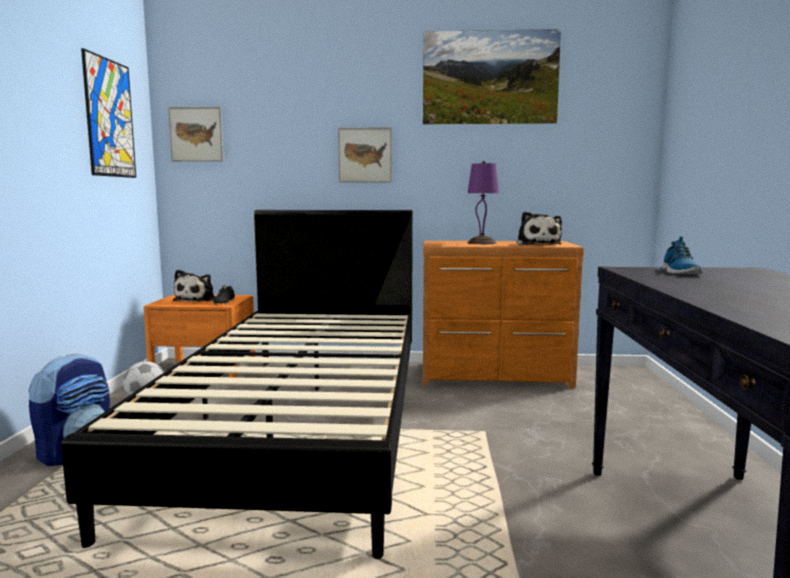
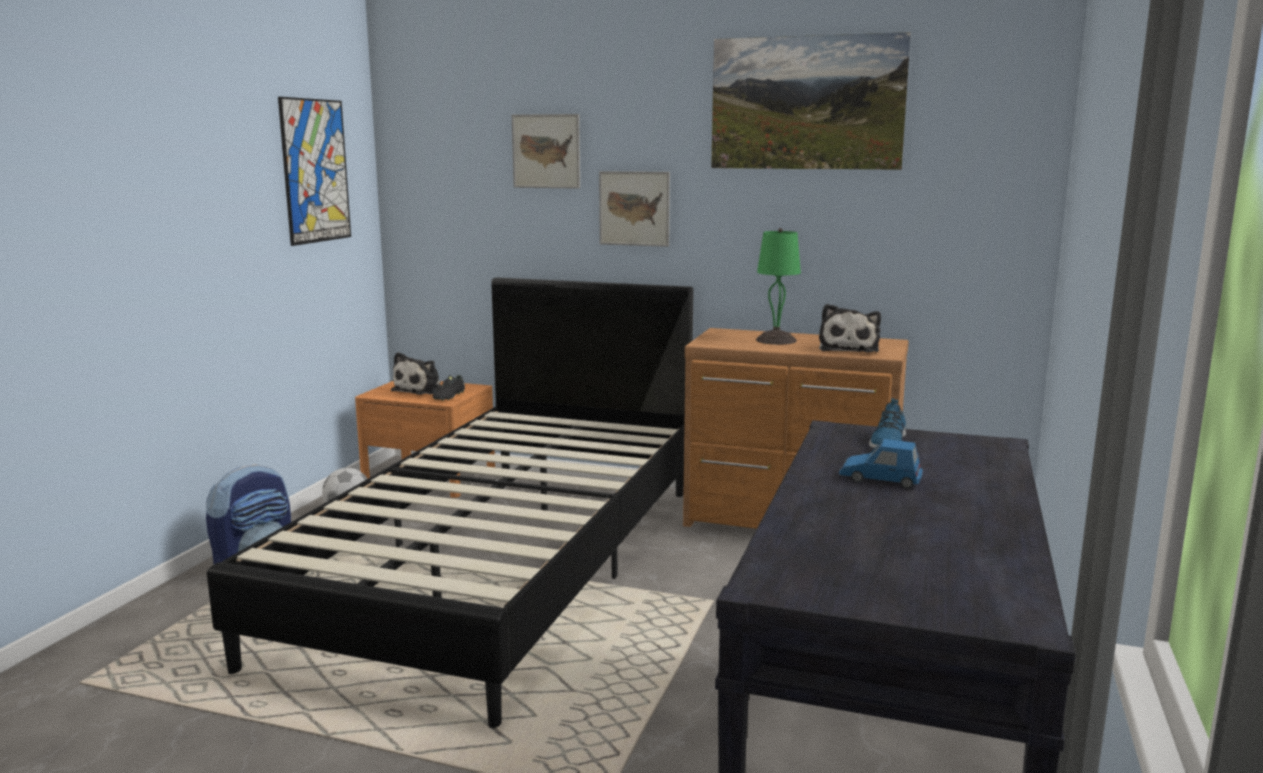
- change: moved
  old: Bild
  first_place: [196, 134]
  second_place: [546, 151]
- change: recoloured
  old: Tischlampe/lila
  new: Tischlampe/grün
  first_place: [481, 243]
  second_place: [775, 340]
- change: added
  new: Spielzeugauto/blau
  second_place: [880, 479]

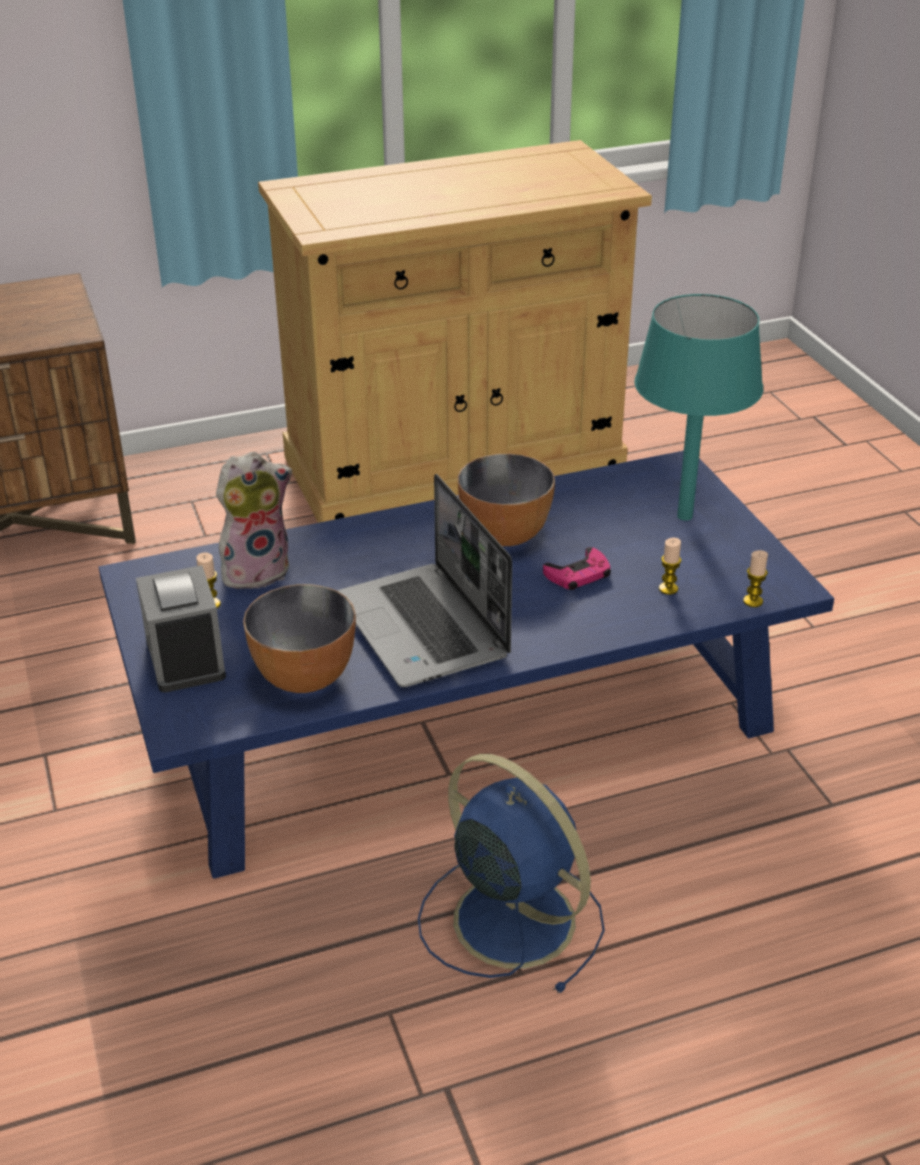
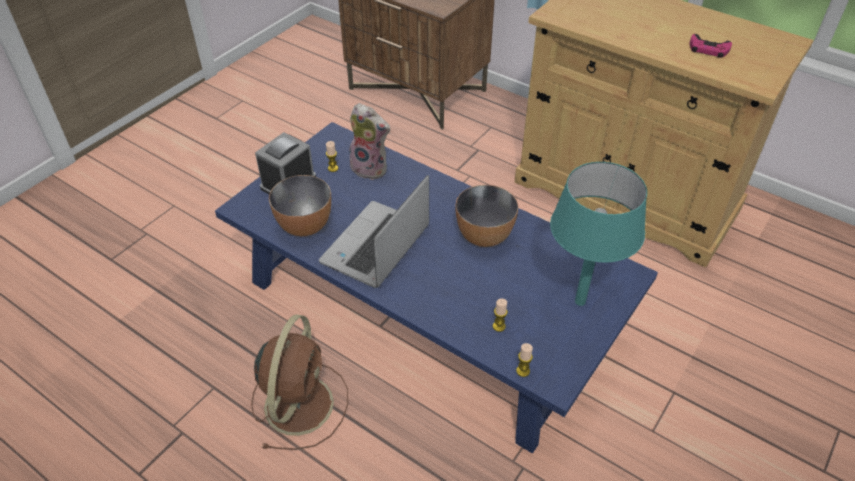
- change: moved
  old: Gamepad/rosa
  first_place: [578, 574]
  second_place: [708, 49]
- change: recoloured
  old: Ventilator/blau
  new: Ventilator/braun
  first_place: [510, 917]
  second_place: [300, 402]

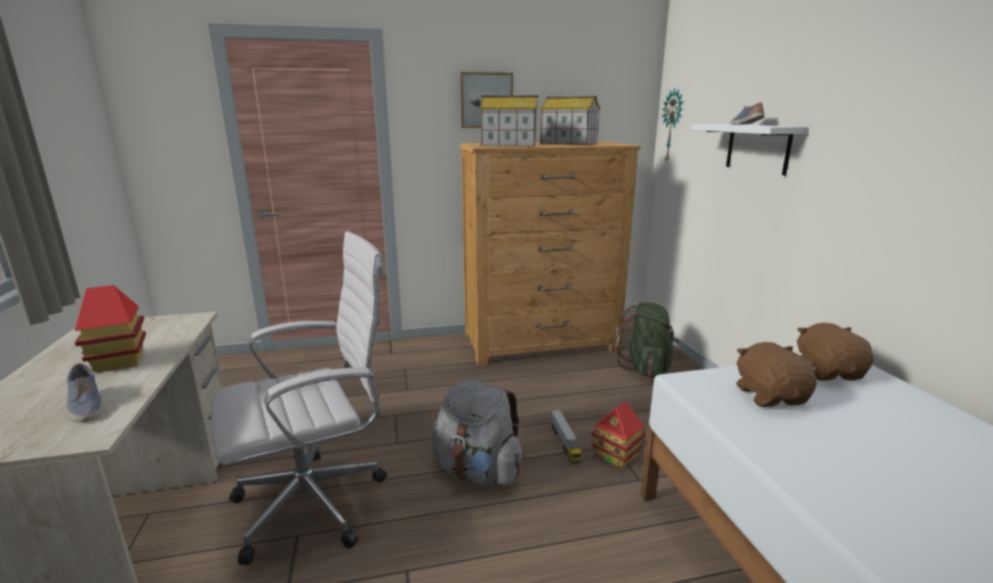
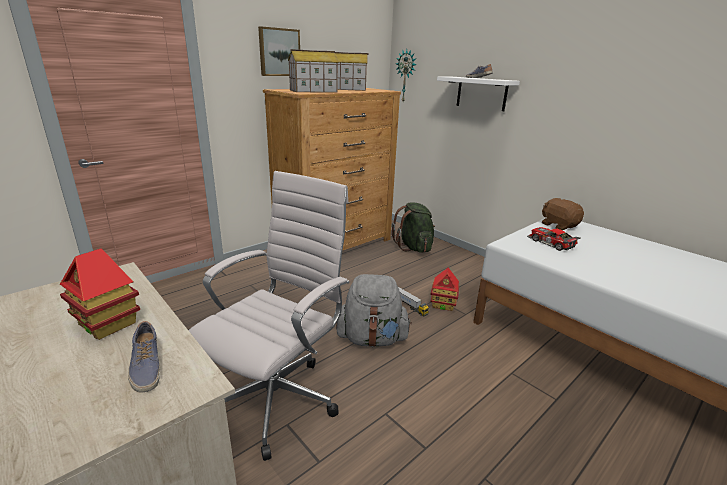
- change: replaced
  old: Plüschtier/braun
  new: Spielzeugauto
  first_place: [770, 396]
  second_place: [550, 243]
- change: turned
  old: Schuh
  first_place: [85, 406]
  second_place: [146, 367]
  degrees: 45

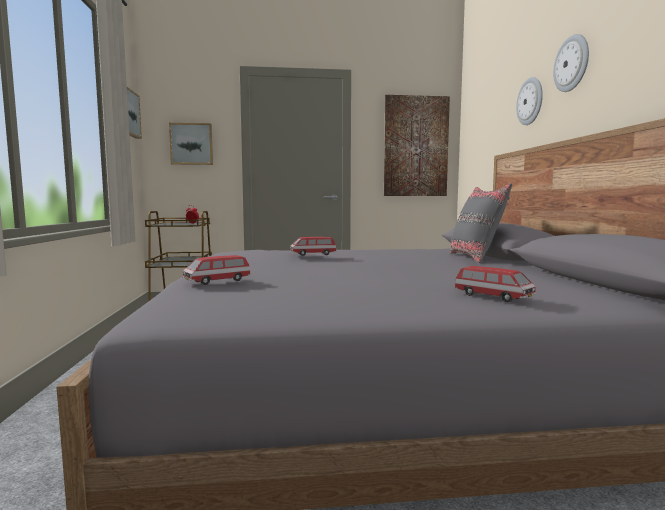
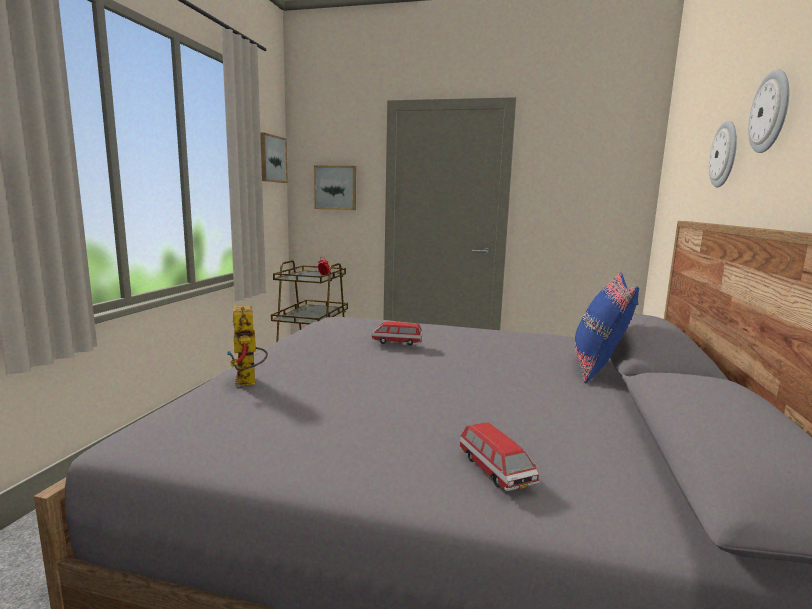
- change: removed
  old: Bild
  first_place: [415, 146]
- change: recoloured
  old: Kissen/grau
  new: Kissen/blau
  first_place: [476, 257]
  second_place: [598, 368]
- change: replaced
  old: Spielzeugauto
  new: Spielzeugroboter
  first_place: [217, 281]
  second_place: [248, 383]

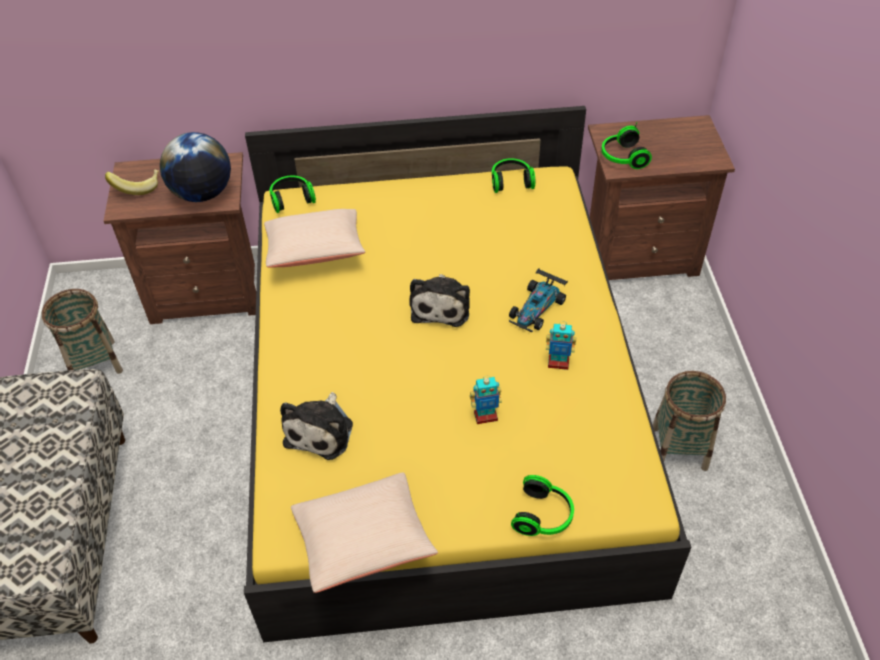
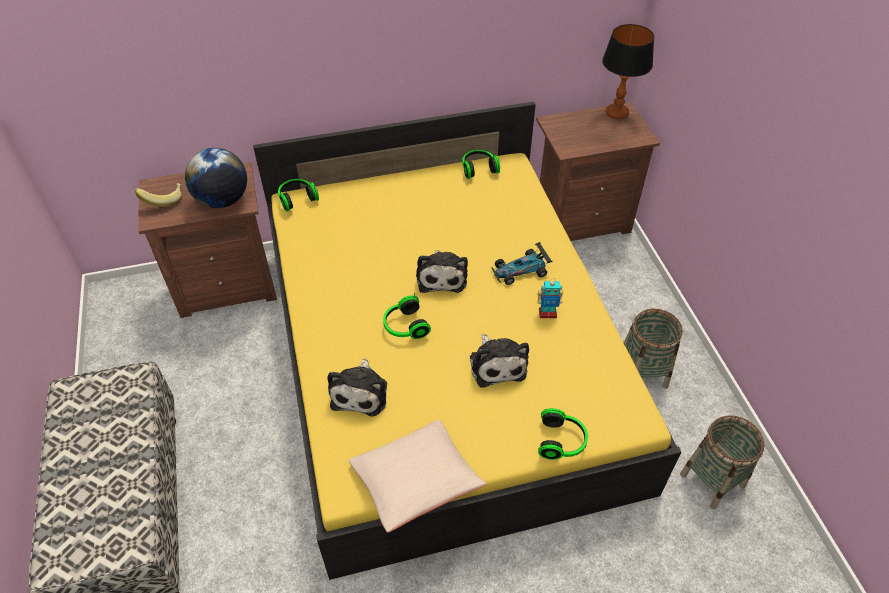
- change: moved
  old: Kopfhörer
  first_place: [622, 157]
  second_place: [404, 326]
- change: removed
  old: Kissen/beige
  first_place: [315, 251]
- change: turned
  old: Spielzeugauto
  first_place: [537, 308]
  second_place: [521, 270]
  degrees: 45
- change: moved
  old: Korb
  first_place: [95, 363]
  second_place: [712, 480]
- change: replaced
  old: Spielzeugroboter
  new: Plüschtier
  first_place: [485, 416]
  second_place: [497, 364]
- change: added
  new: Tischlampe
  second_place: [616, 113]

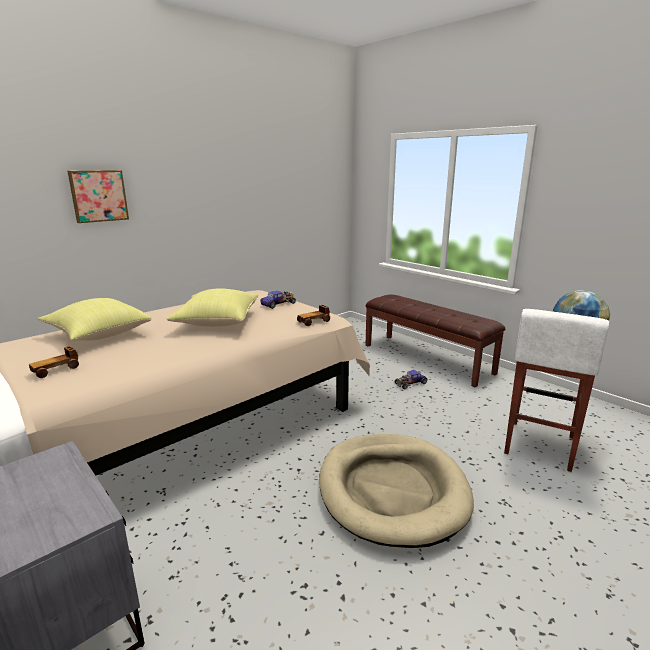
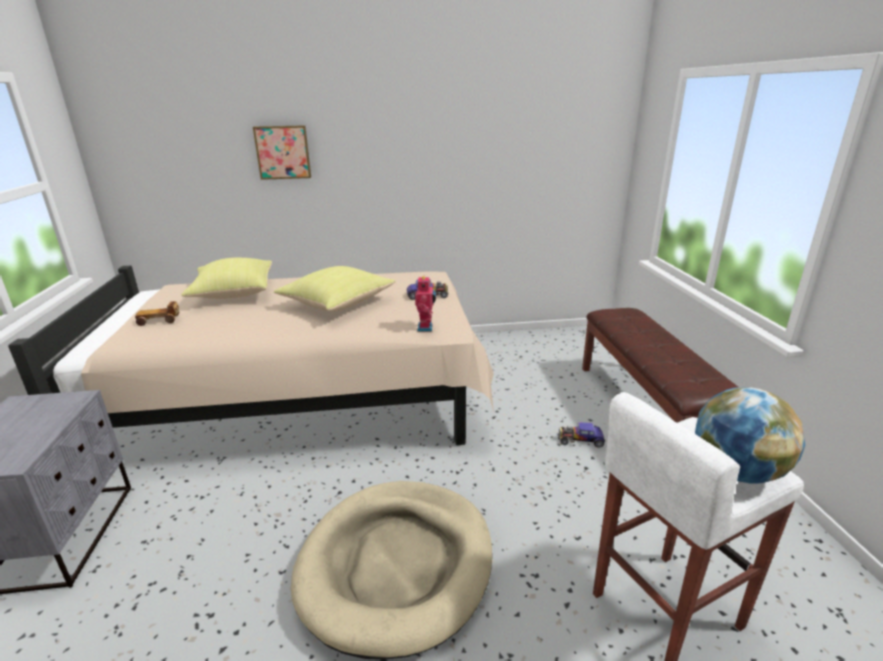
- change: replaced
  old: Spielzeugauto
  new: Spielzeugroboter
  first_place: [314, 321]
  second_place: [426, 328]

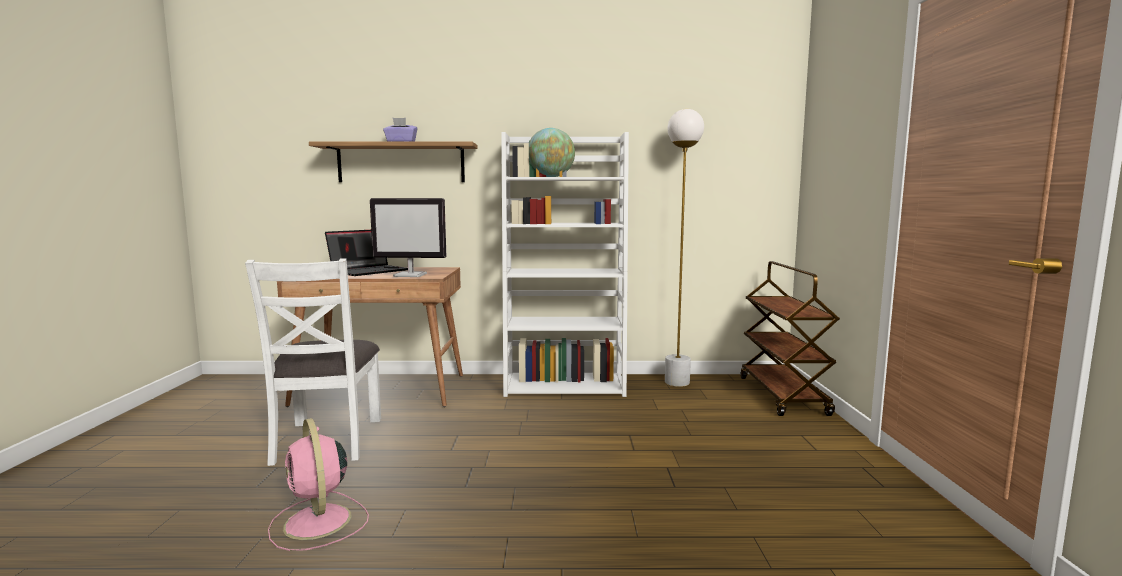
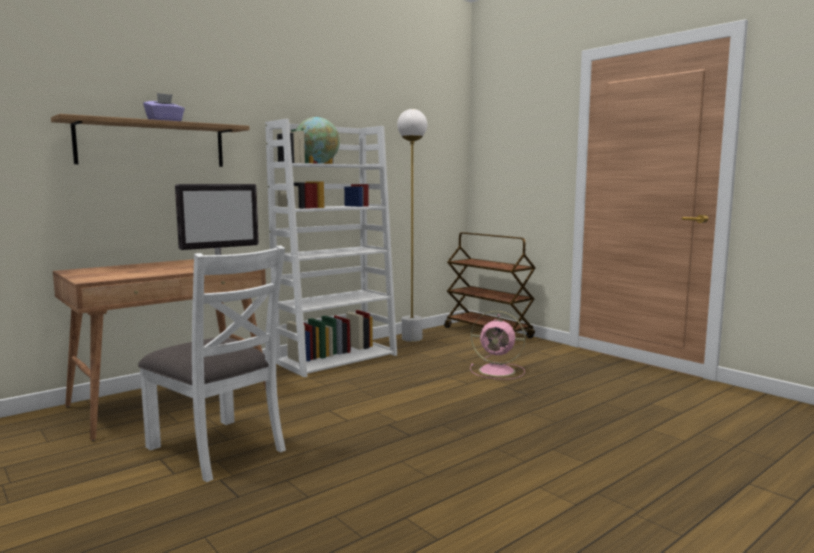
- change: removed
  old: Laptop
  first_place: [369, 271]
- change: moved
  old: Ventilator/rosa
  first_place: [318, 523]
  second_place: [498, 371]

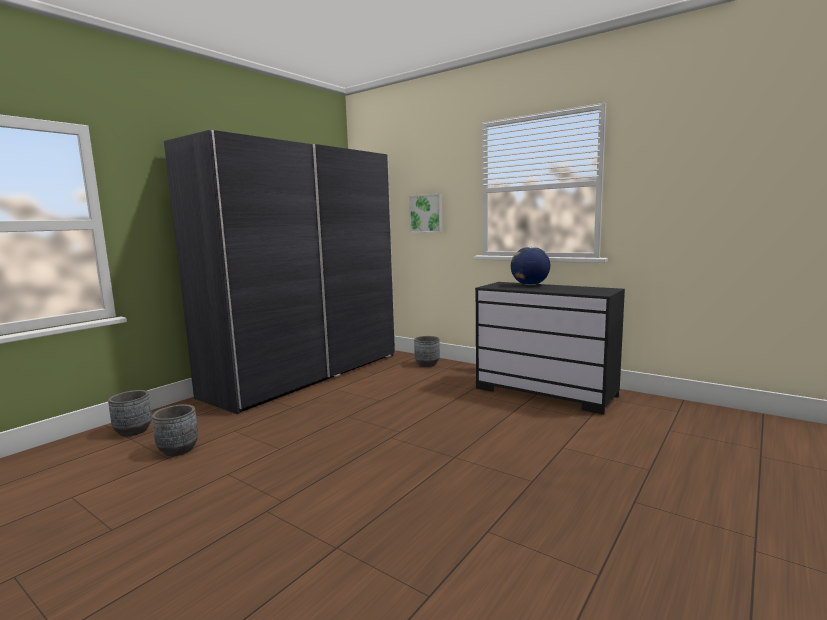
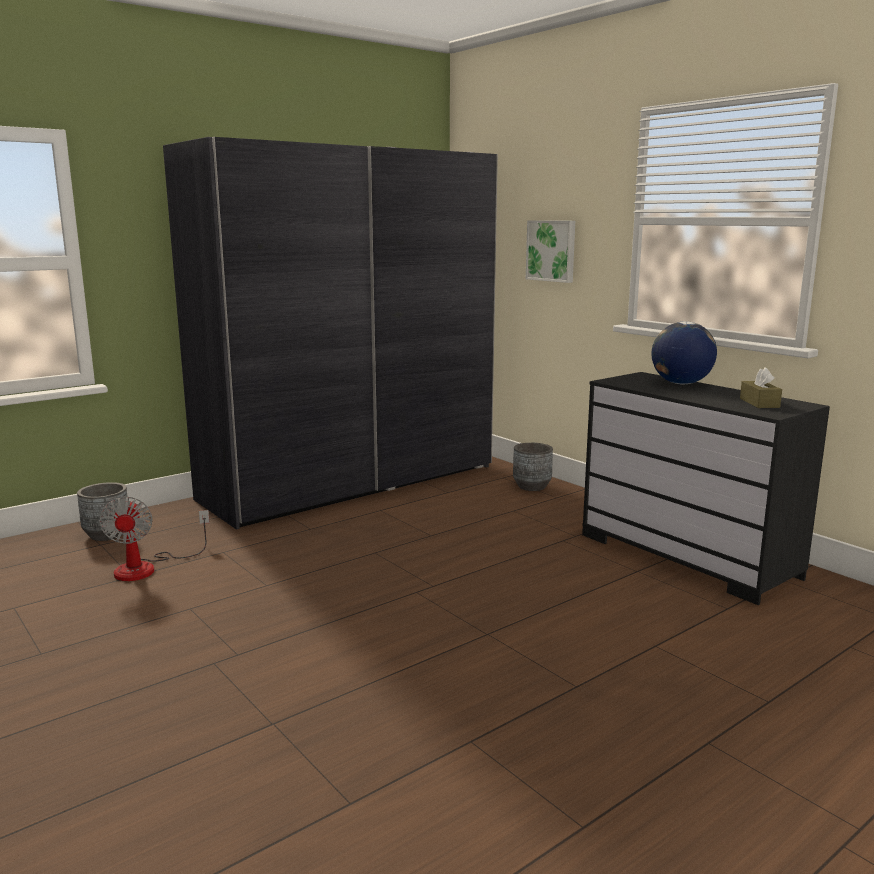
- change: replaced
  old: Pflanzkübel/grau
  new: Ventilator
  first_place: [178, 450]
  second_place: [147, 567]
- change: added
  new: Taschentuchbox/braun
  second_place: [759, 403]

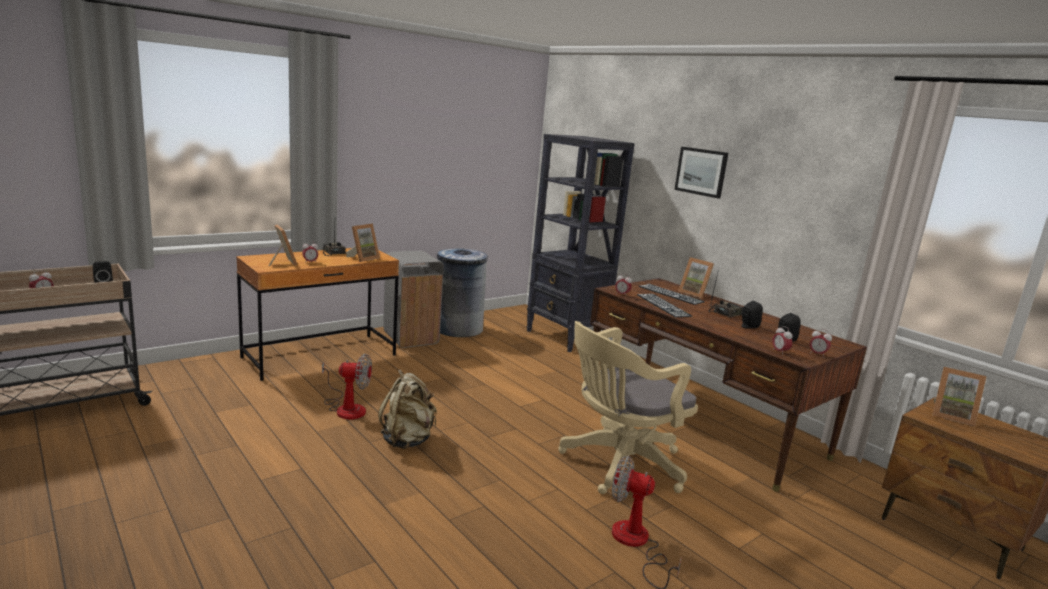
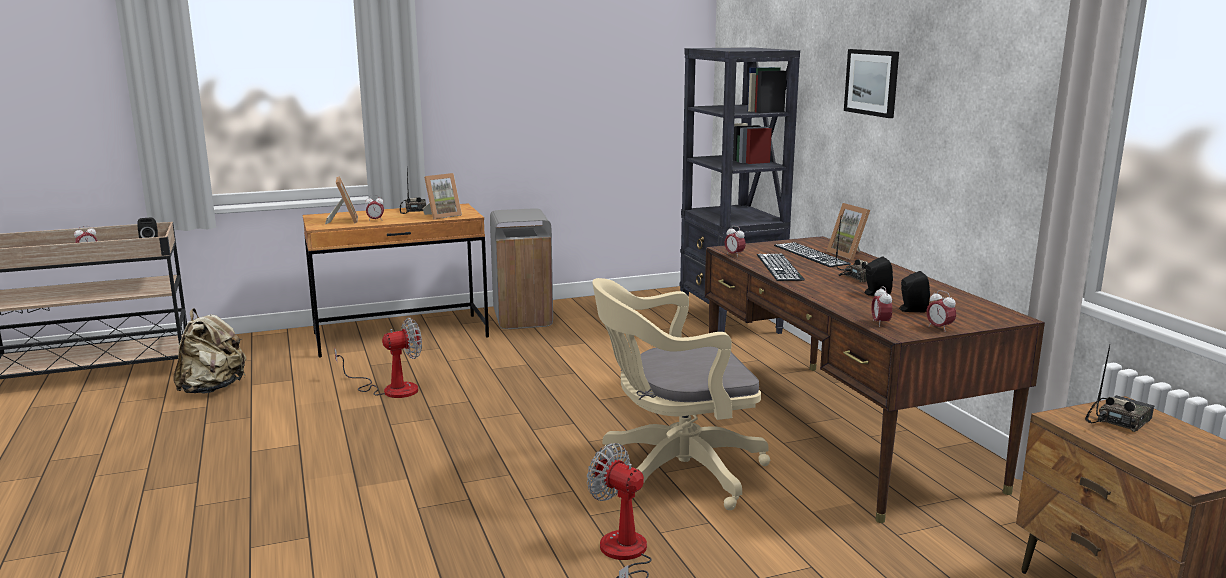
- change: removed
  old: Mülleimer/grau
  first_place: [458, 329]
- change: turned
  old: Ventilator
  first_place: [346, 408]
  second_place: [390, 389]
  degrees: -45
- change: replaced
  old: Bilderrahmen
  new: Radio
  first_place: [951, 416]
  second_place: [1118, 420]
- change: moved
  old: Rucksack/beige
  first_place: [407, 440]
  second_place: [212, 389]

